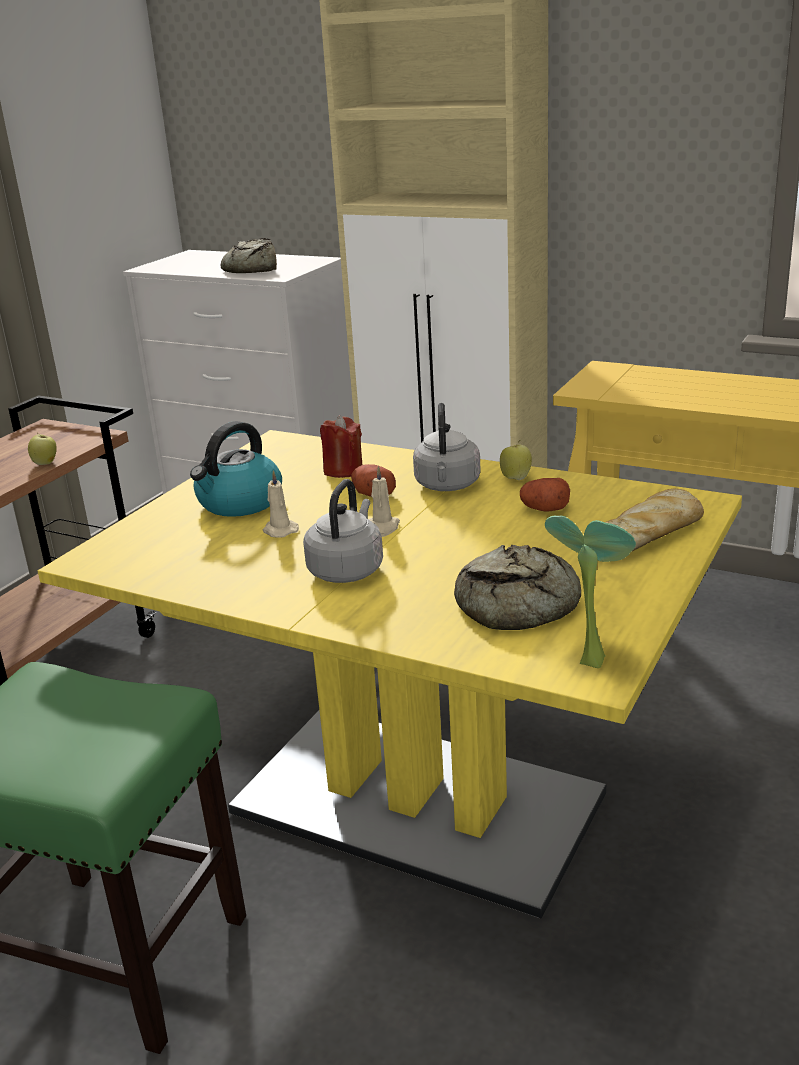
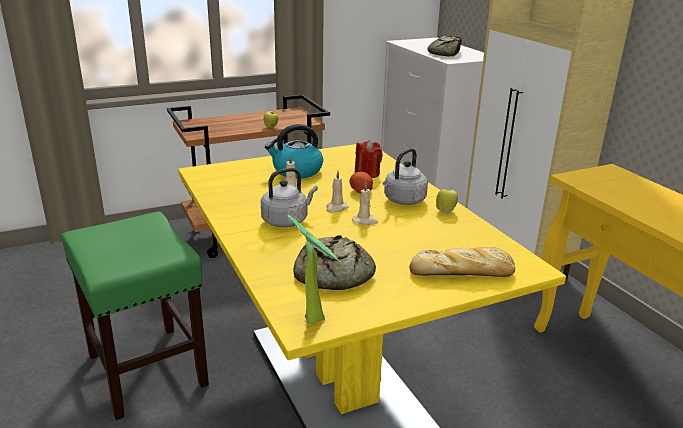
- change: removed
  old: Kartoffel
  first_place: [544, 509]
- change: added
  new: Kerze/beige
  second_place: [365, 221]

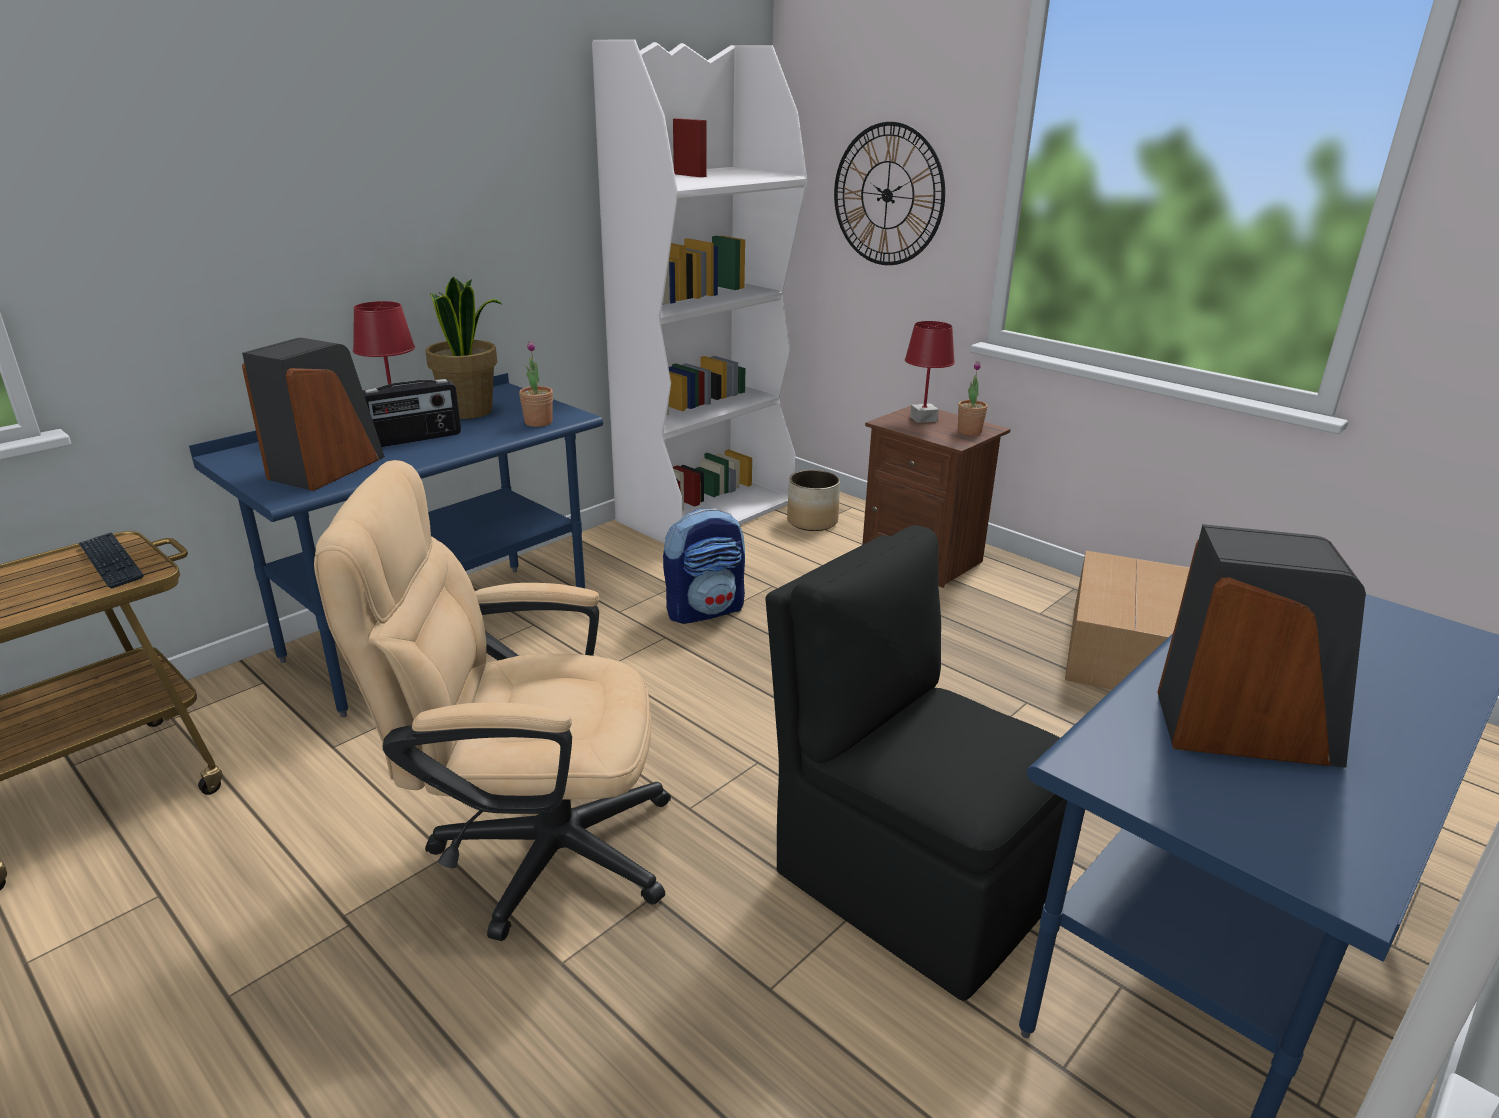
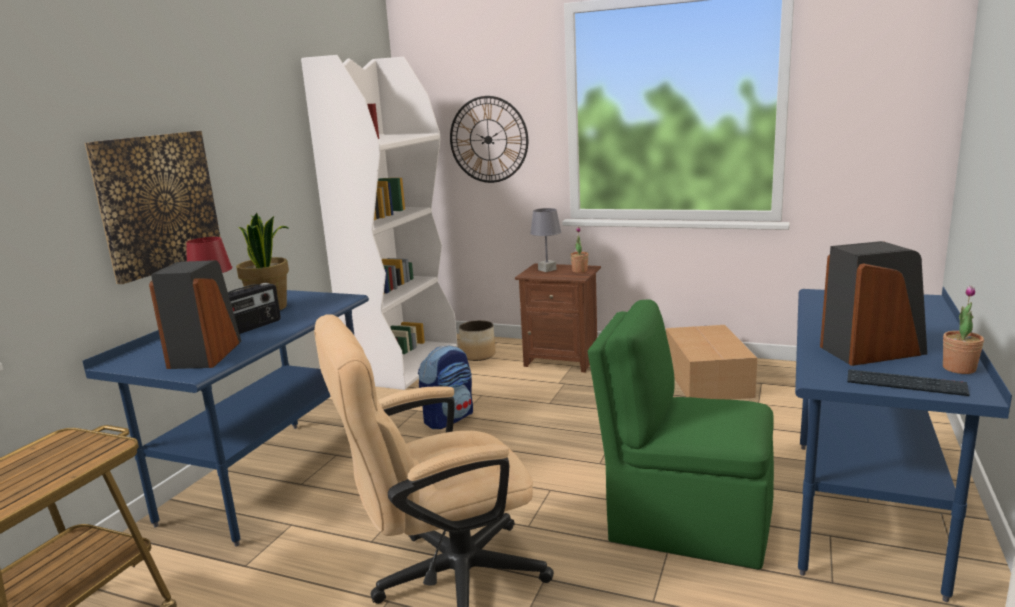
- change: recoloured
  old: Tischlampe/rot
  new: Tischlampe/grau
  first_place: [923, 419]
  second_place: [547, 269]
- change: moved
  old: Topfpflanze
  first_place: [538, 422]
  second_place: [959, 369]
- change: recoloured
  old: Stuhl/schwarz
  new: Stuhl/grün
  first_place: [908, 880]
  second_place: [685, 522]
- change: moved
  old: Tastatur
  first_place: [111, 562]
  second_place: [905, 384]
- change: added
  new: Bild
  second_place: [158, 203]

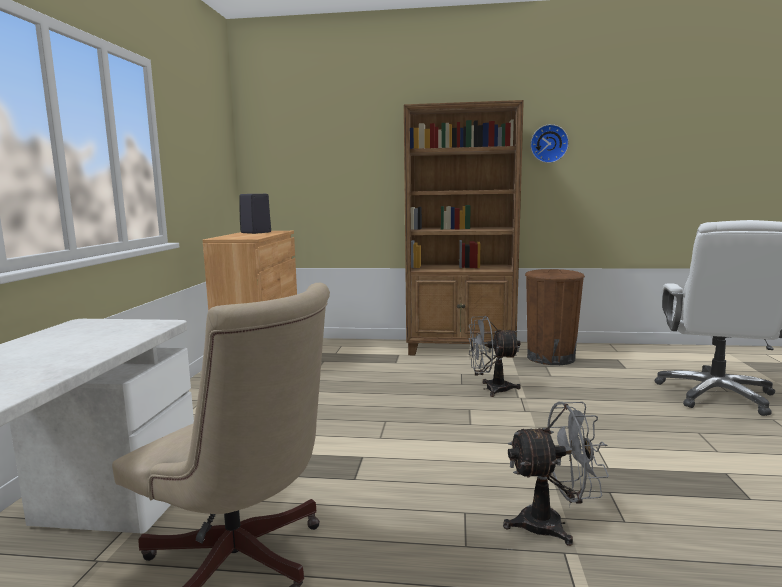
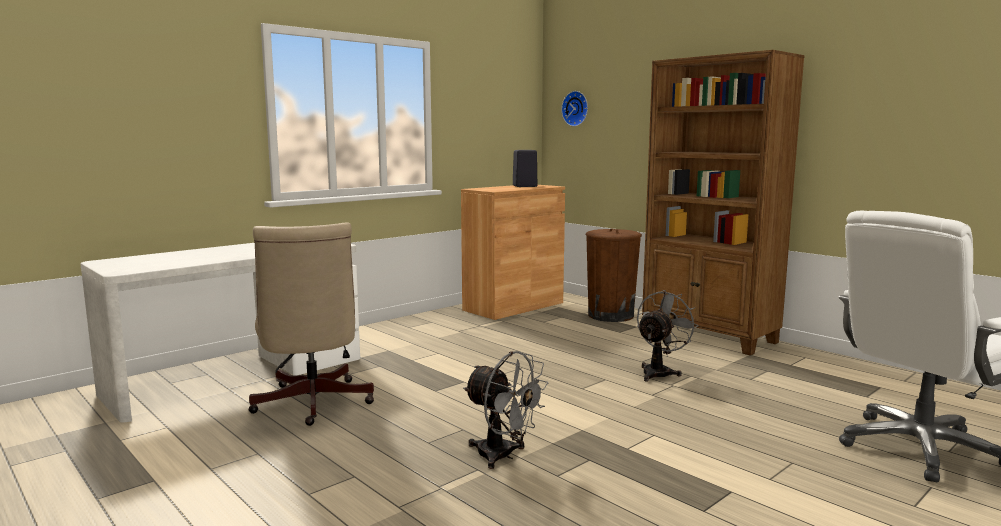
- change: moved
  old: Wanduhr
  first_place: [548, 144]
  second_place: [576, 108]
- change: moved
  old: Mülleimer/braun
  first_place: [550, 358]
  second_place: [610, 315]
- change: turned
  old: Ventilator/grau
  first_place: [490, 389]
  second_place: [659, 372]
  degrees: 90

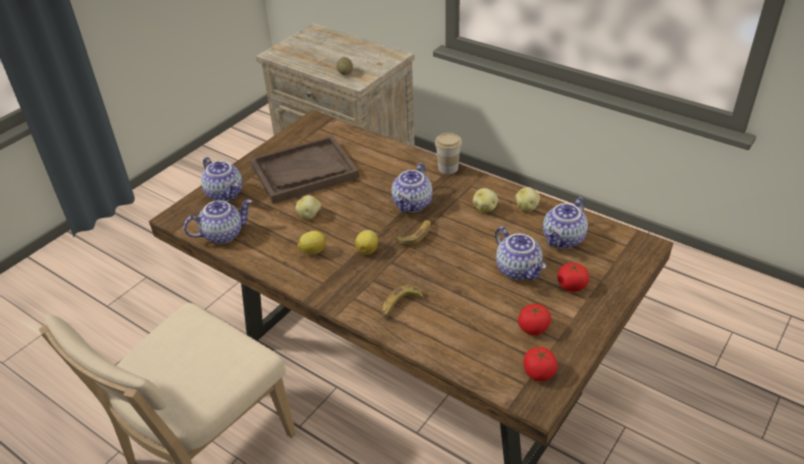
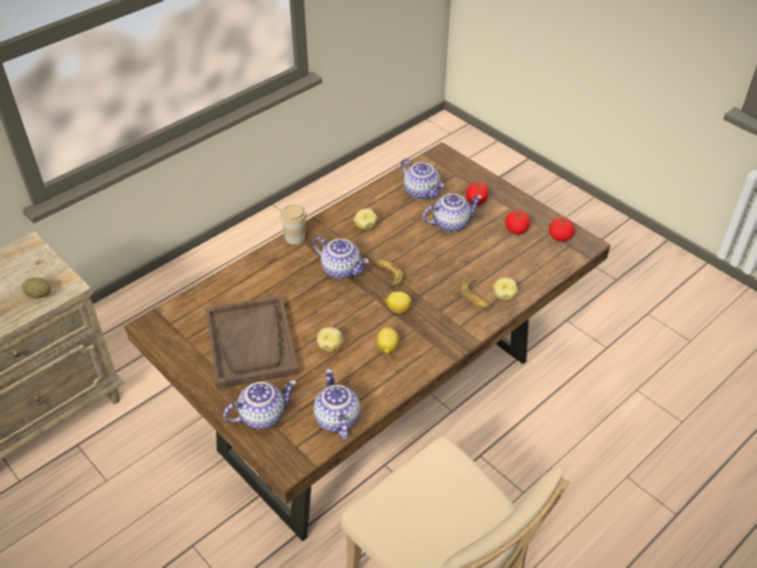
- change: moved
  old: Kartoffel
  first_place: [527, 207]
  second_place: [504, 295]

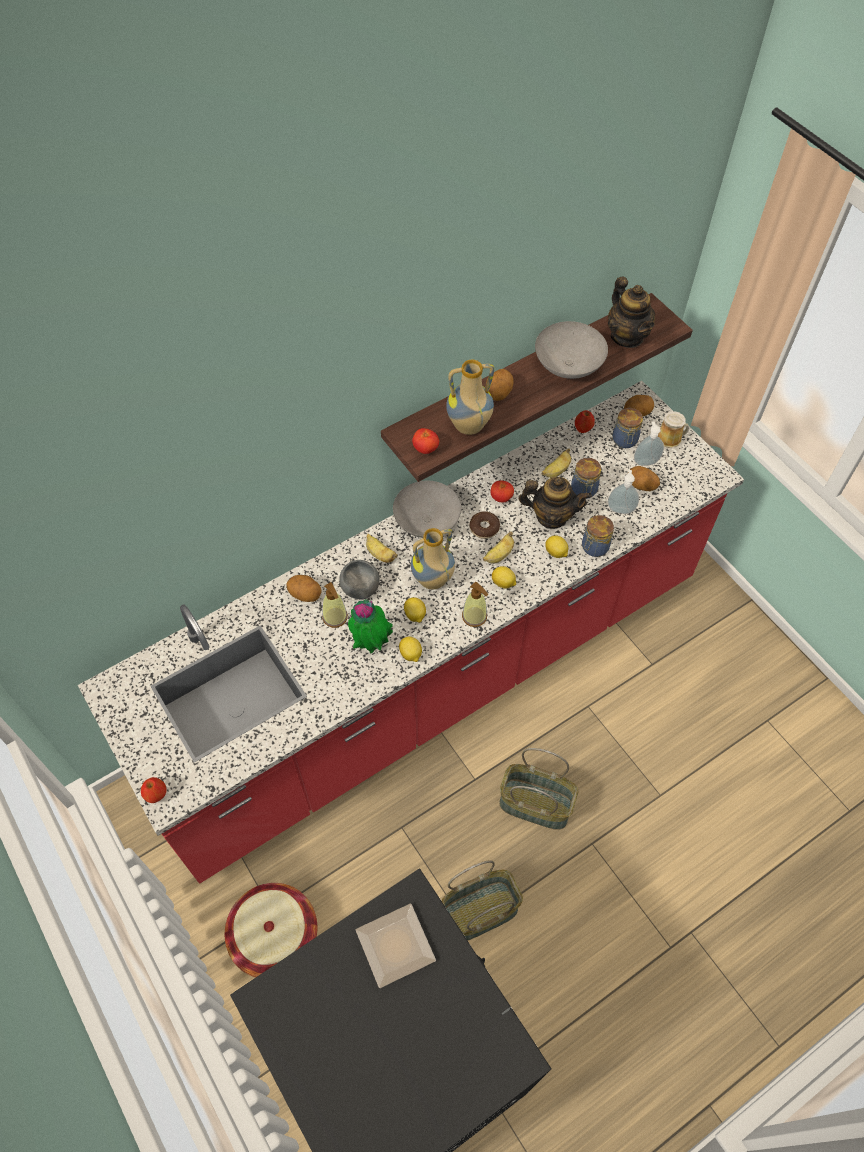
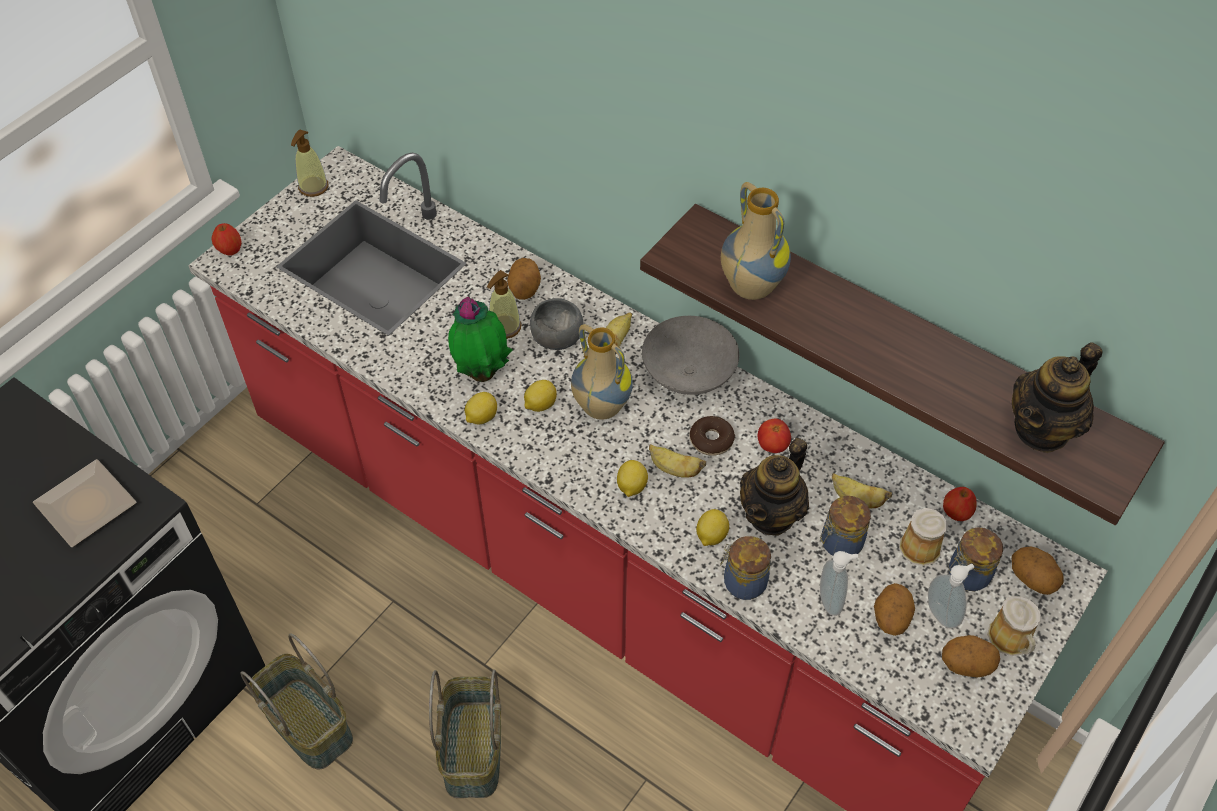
- change: removed
  old: Schüssel/grau
  first_place: [569, 367]
- change: moved
  old: Kartoffel
  first_place: [498, 393]
  second_place: [966, 664]
- change: removed
  old: Tomate
  first_place: [425, 449]
- change: turned
  old: Teekanne
  first_place: [551, 516]
  second_place: [771, 514]
  degrees: 45
- change: moved
  old: Seifenspender
  first_place: [474, 616]
  second_place: [313, 187]
- change: removed
  old: Korb
  first_place: [275, 936]
- change: added
  new: Henkelbecher
  second_place: [920, 546]

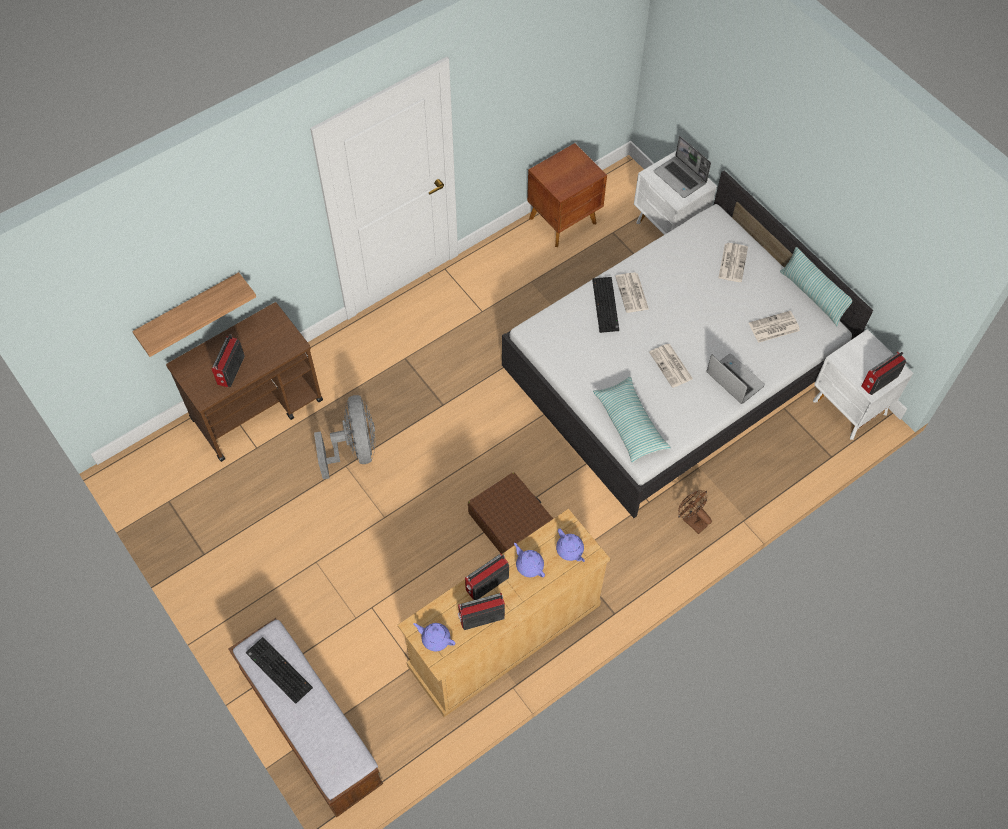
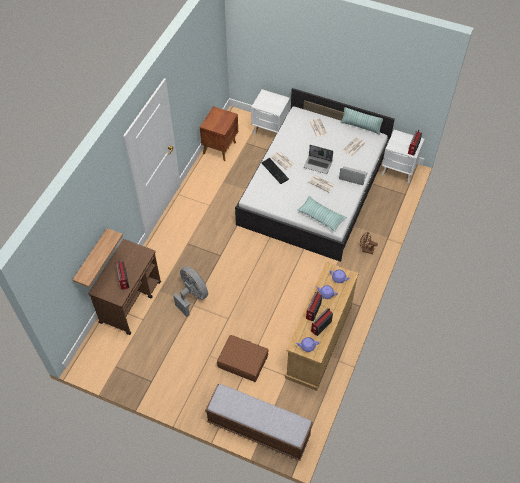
- change: moved
  old: Laptop
  first_place: [680, 178]
  second_place: [318, 165]
- change: moved
  old: Koffer/braun
  first_place: [512, 524]
  second_place: [242, 361]
- change: removed
  old: Tastatur
  first_place: [277, 671]

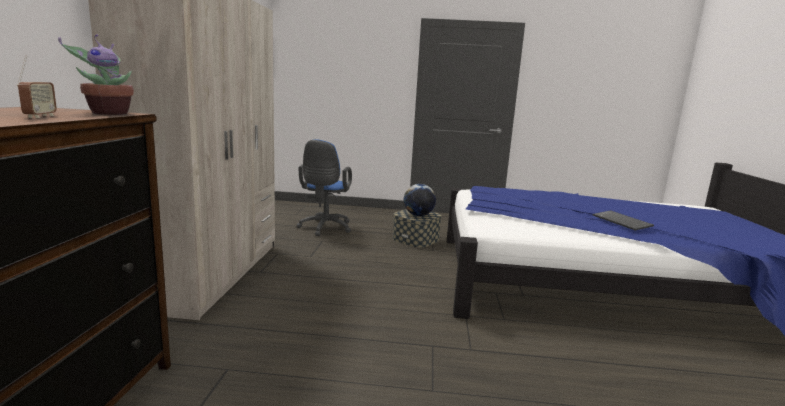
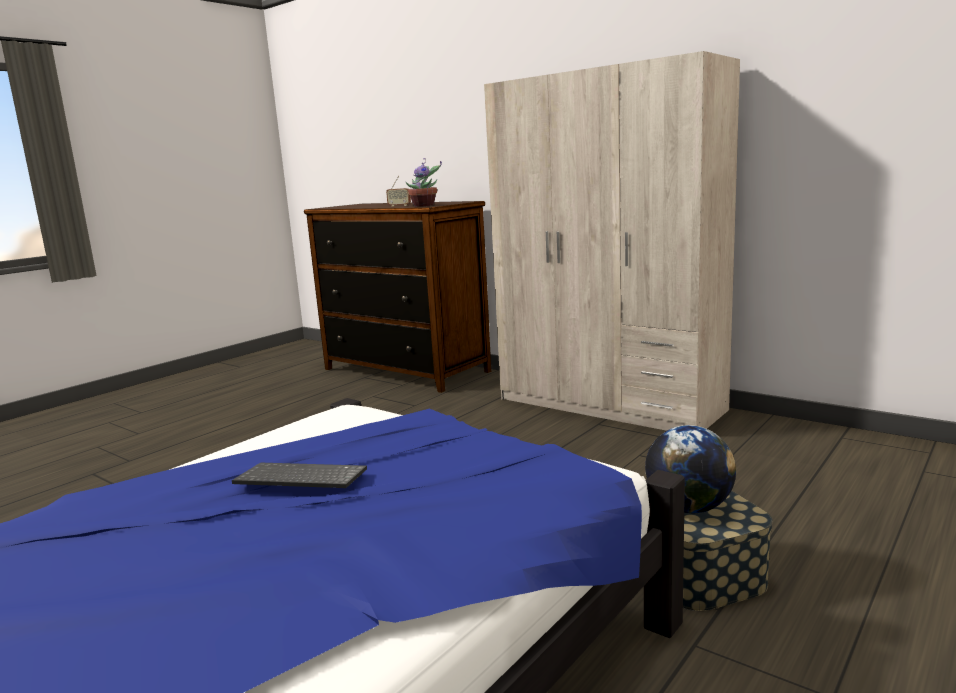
- change: removed
  old: Bürostuhl/blau
  first_place: [324, 228]
- change: moved
  old: Tastatur
  first_place: [623, 222]
  second_place: [298, 480]

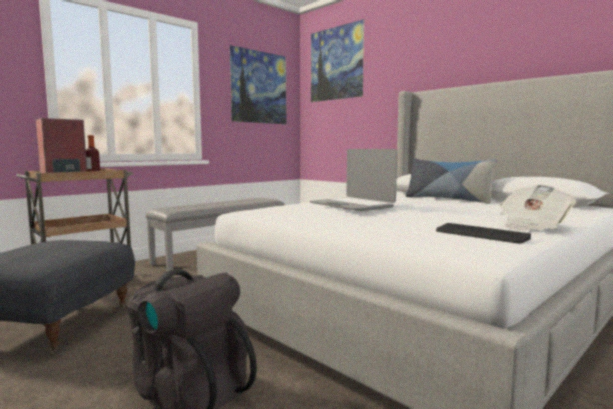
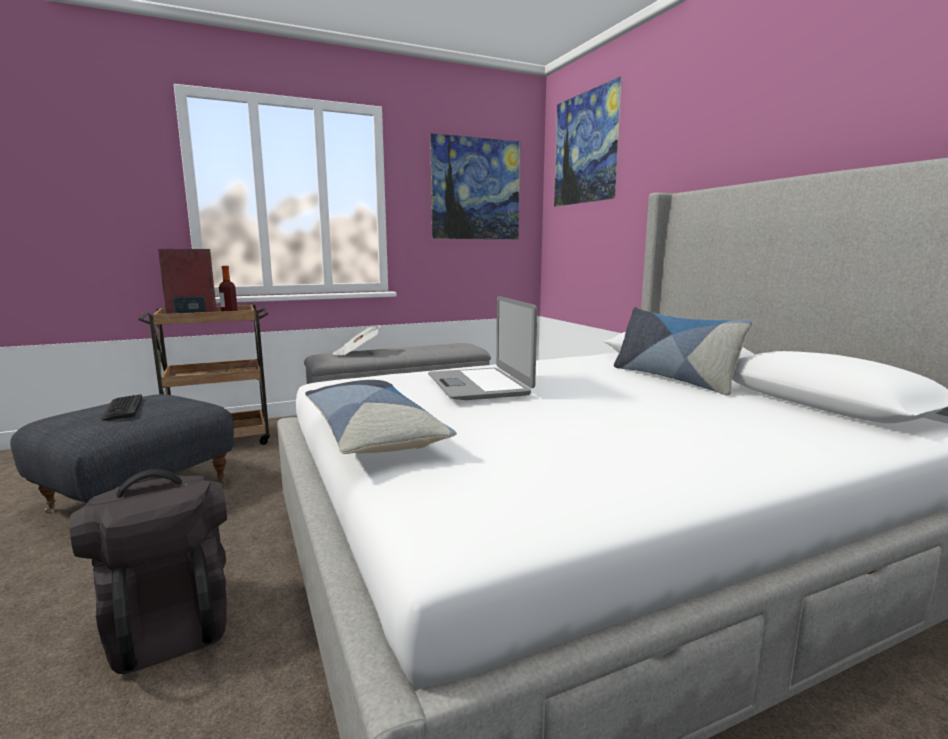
- change: moved
  old: Zeitung
  first_place: [532, 226]
  second_place: [357, 353]
- change: moved
  old: Tastatur
  first_place: [480, 234]
  second_place: [123, 408]
- change: added
  new: Kissen
  second_place: [372, 434]

